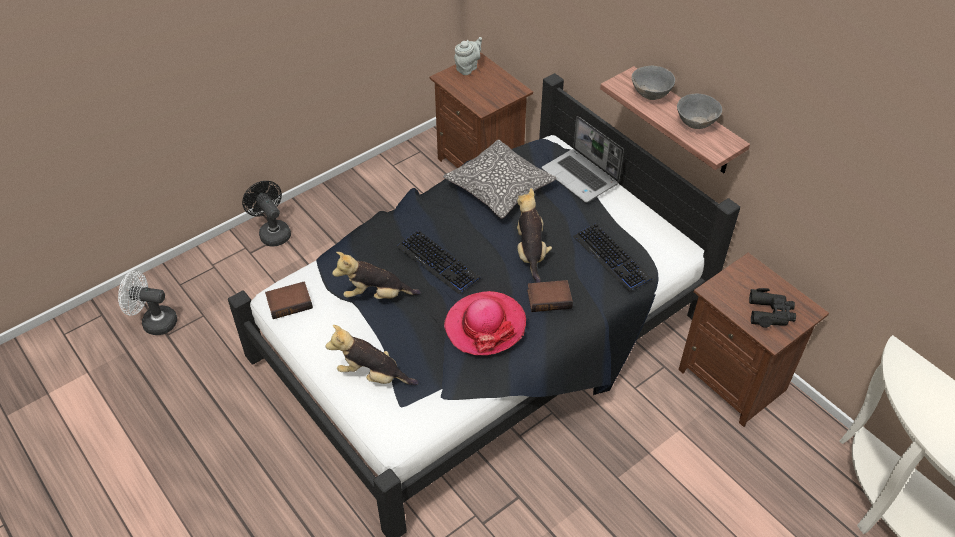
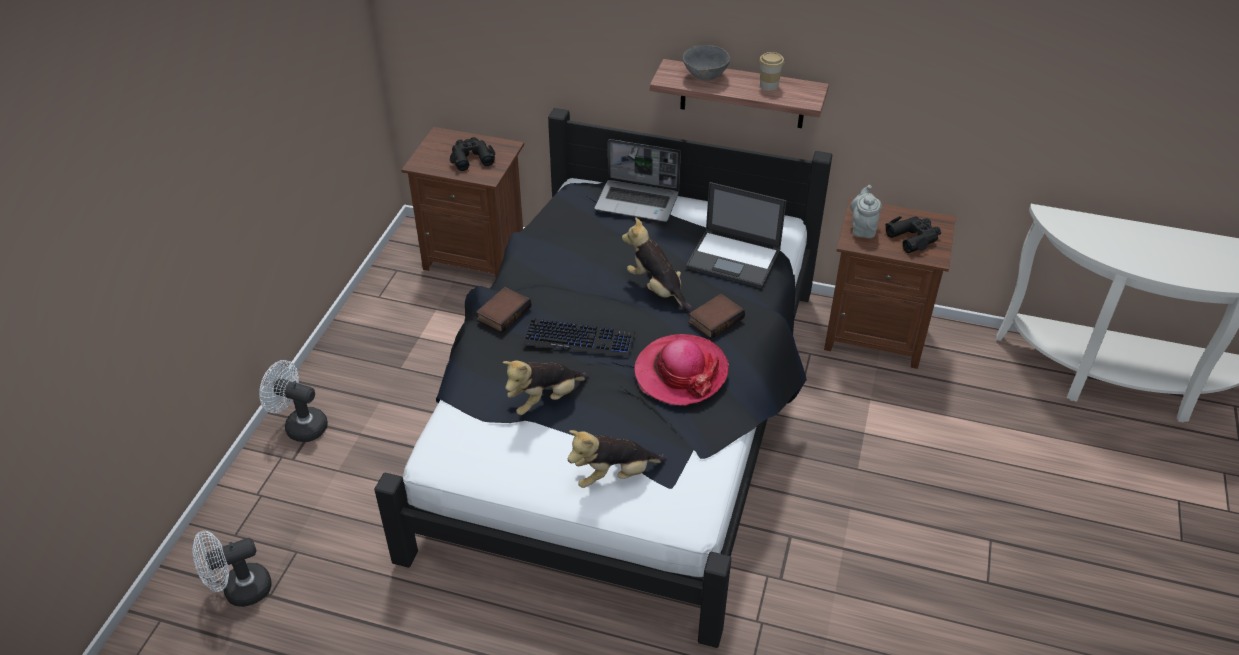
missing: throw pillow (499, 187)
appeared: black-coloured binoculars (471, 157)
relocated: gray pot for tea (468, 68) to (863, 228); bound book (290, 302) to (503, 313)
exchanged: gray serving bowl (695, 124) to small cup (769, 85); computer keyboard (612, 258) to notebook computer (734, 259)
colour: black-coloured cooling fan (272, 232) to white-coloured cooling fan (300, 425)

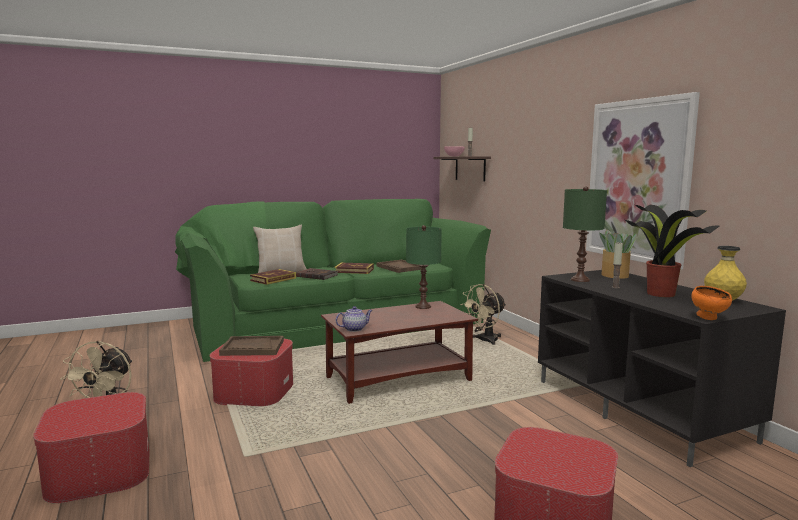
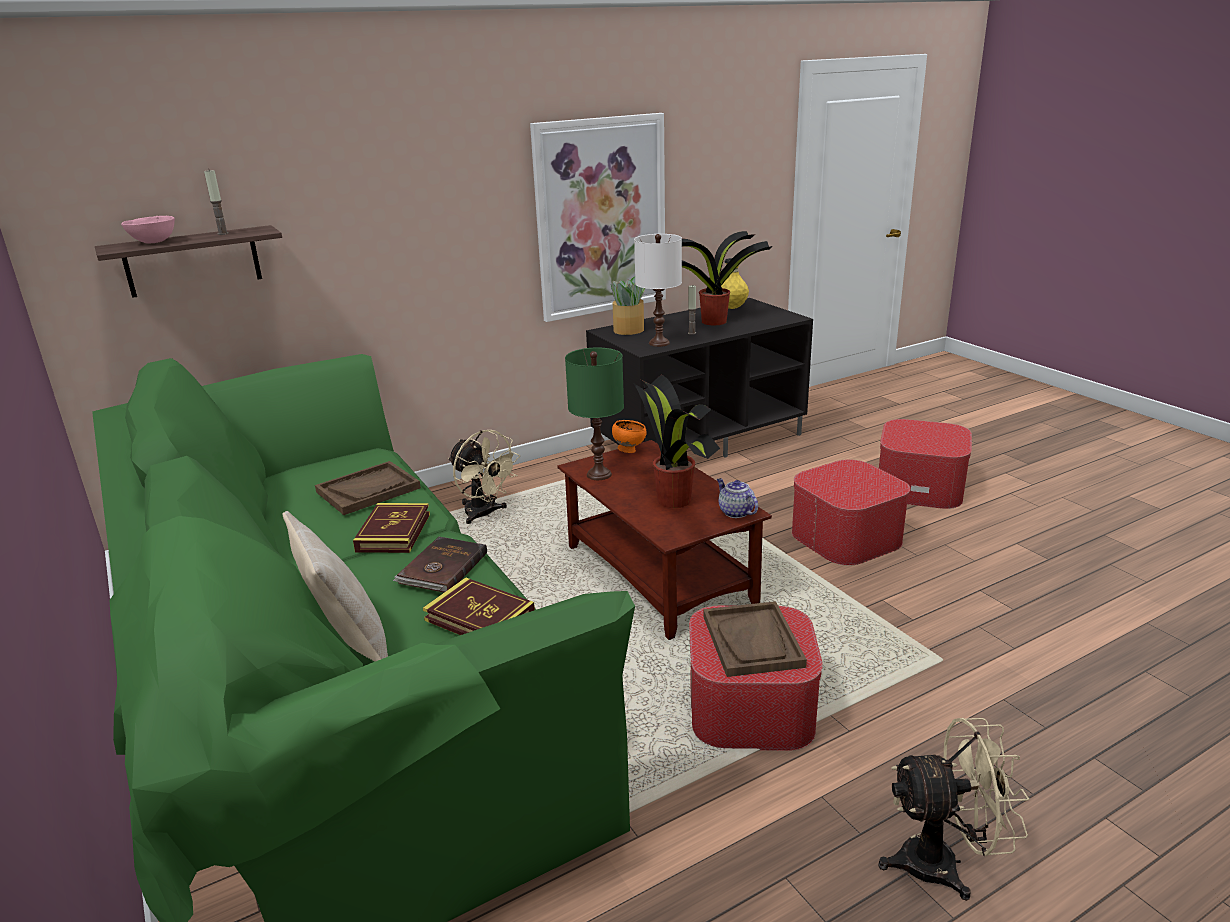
appeared: potted plant (674, 501)
relocated: orange serving bowl (709, 318) to (629, 450); ottoman (99, 471) to (846, 537)
colour: greenish tabletop lamp (580, 280) to white-coloured tabletop lamp (659, 343)

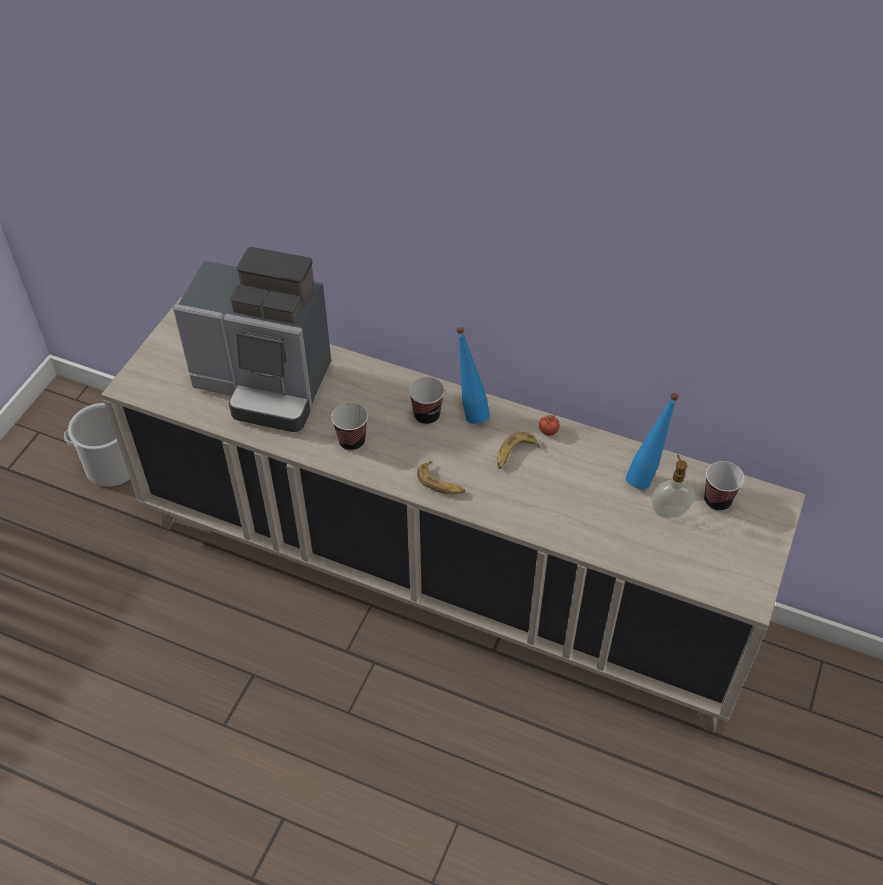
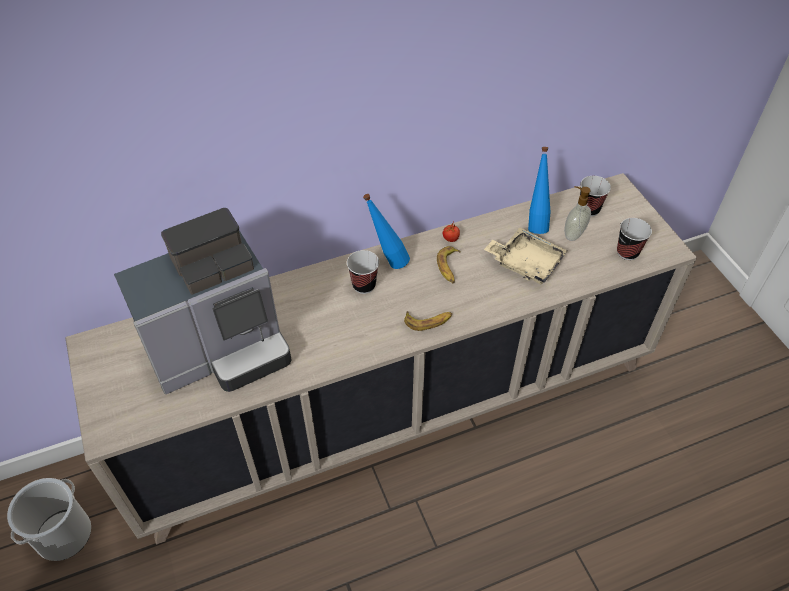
appeared: sand-coloured tray (525, 262)
relocated: small cup (352, 441) to (627, 252)

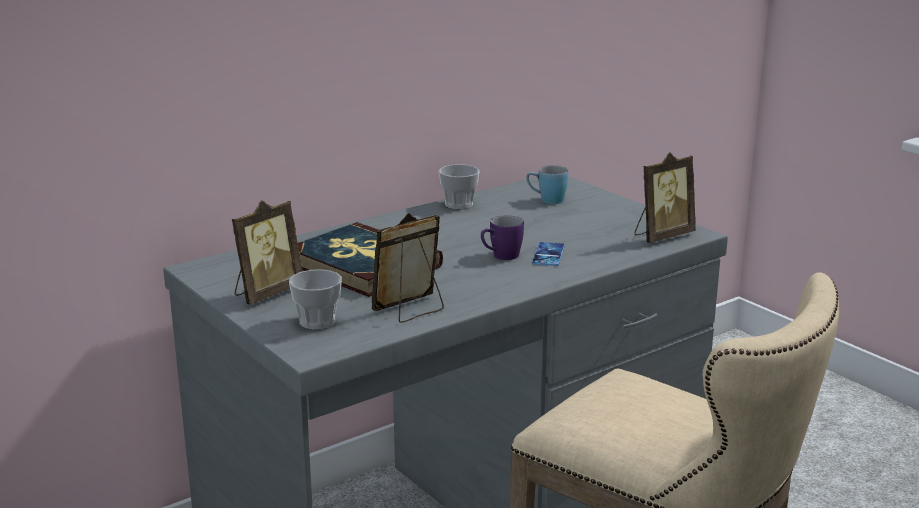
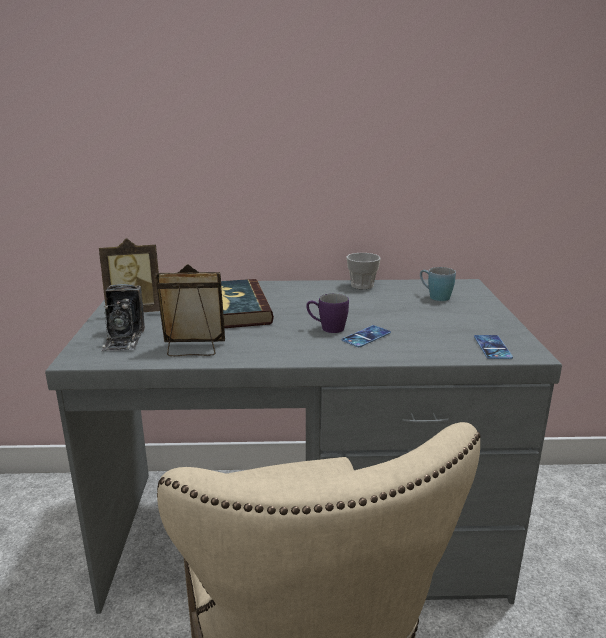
exchanged: standing frame (662, 236) to handset (492, 347); small cup (317, 322) to photo camera (124, 339)

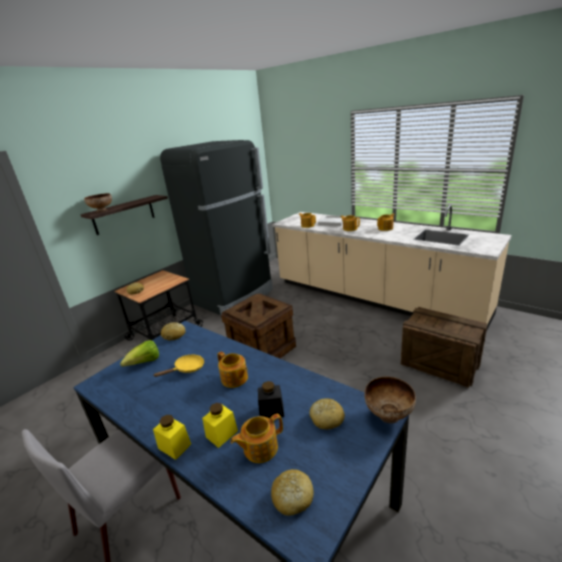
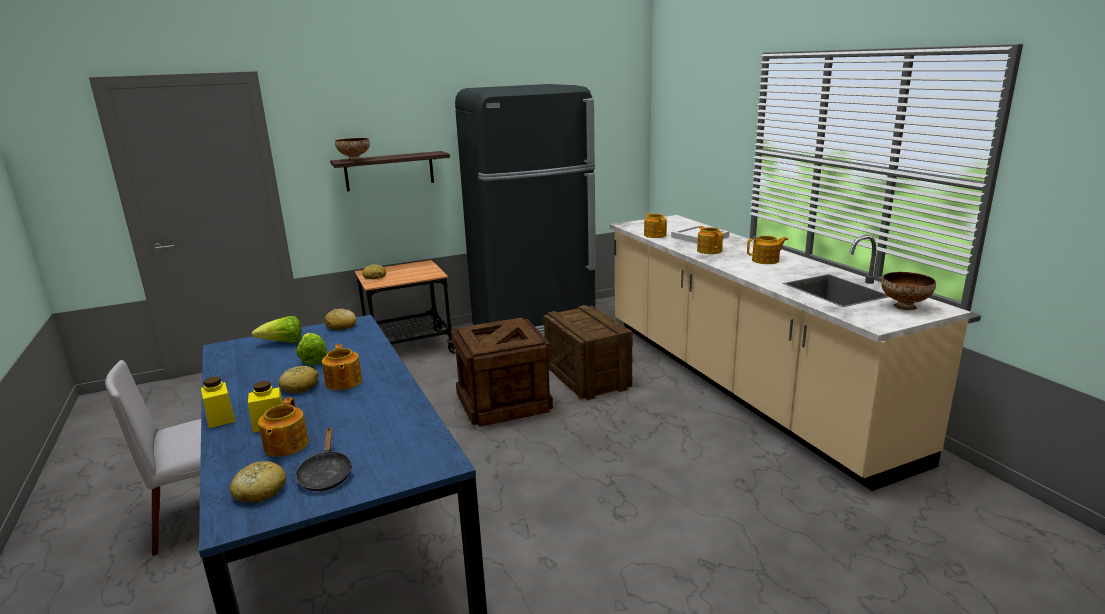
missing: black-coloured jar (271, 411)
appeared: black-coloured pan (326, 475)
relocated: crate (440, 364) to (587, 377); serving bowl (388, 414) to (904, 306); baked bread (326, 418) to (300, 386)
exchanged: yellowish pan (187, 369) to lettuce head (312, 360)
spun: pot for tea (259, 448) = (285, 445) 90 degrees counterclockwise

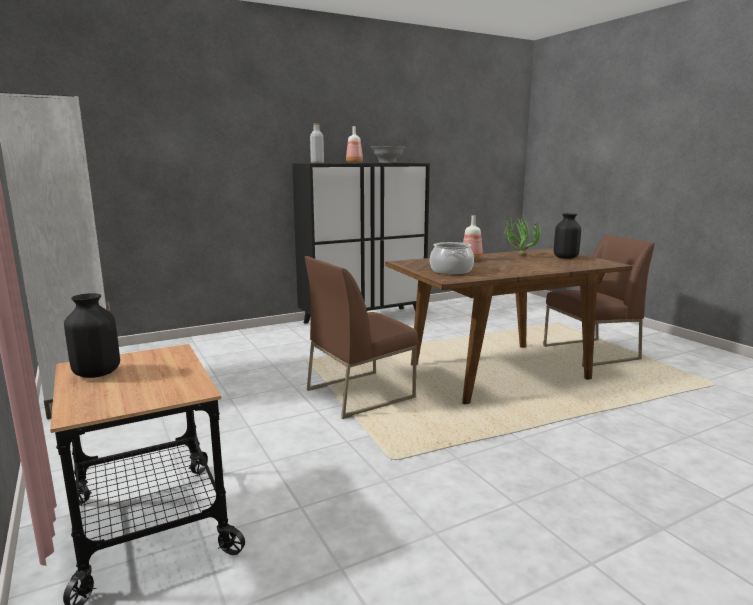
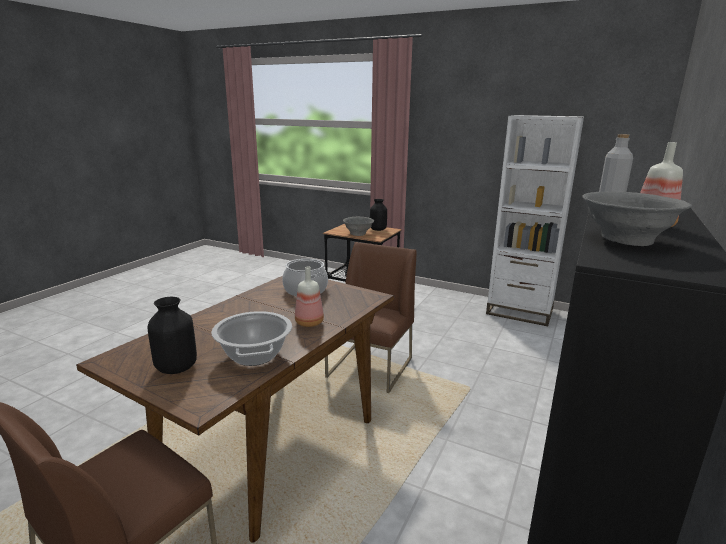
appeared: gray serving bowl (358, 234)
exchanged: potted plant (517, 255) to stockpot (254, 355)

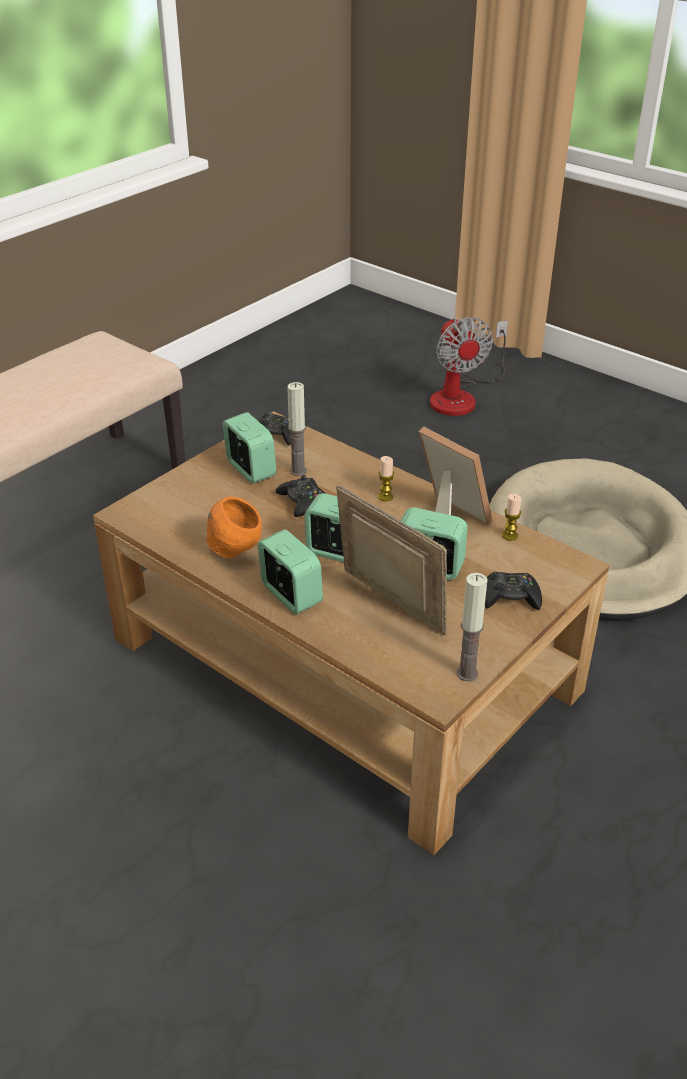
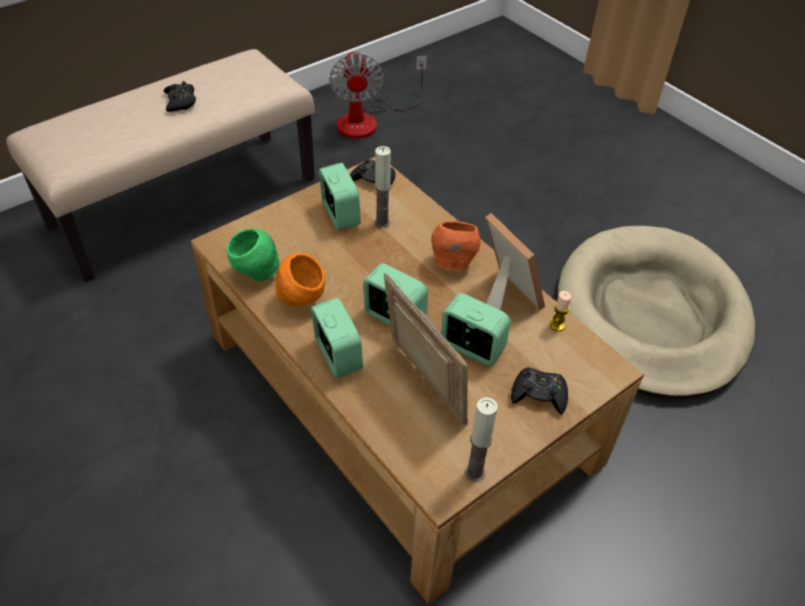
appeared: greenish serving bowl (256, 274)
relocated: cooling fan (461, 396) to (368, 120); black-coloured gamepad (303, 502) to (180, 102)
exchanged: wax candle (385, 497) to orange serving bowl (453, 263)

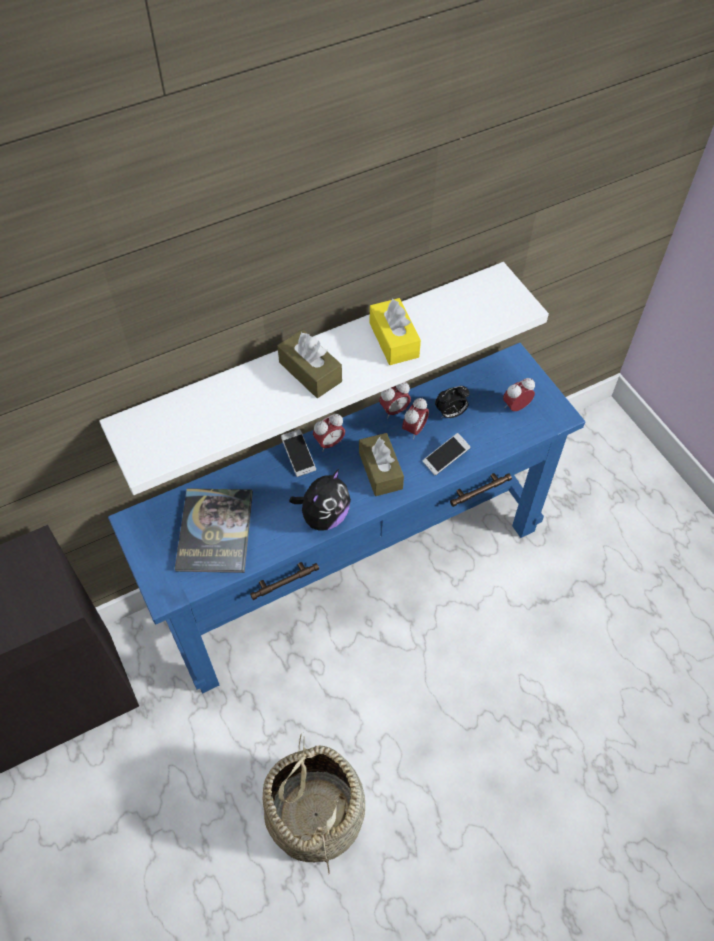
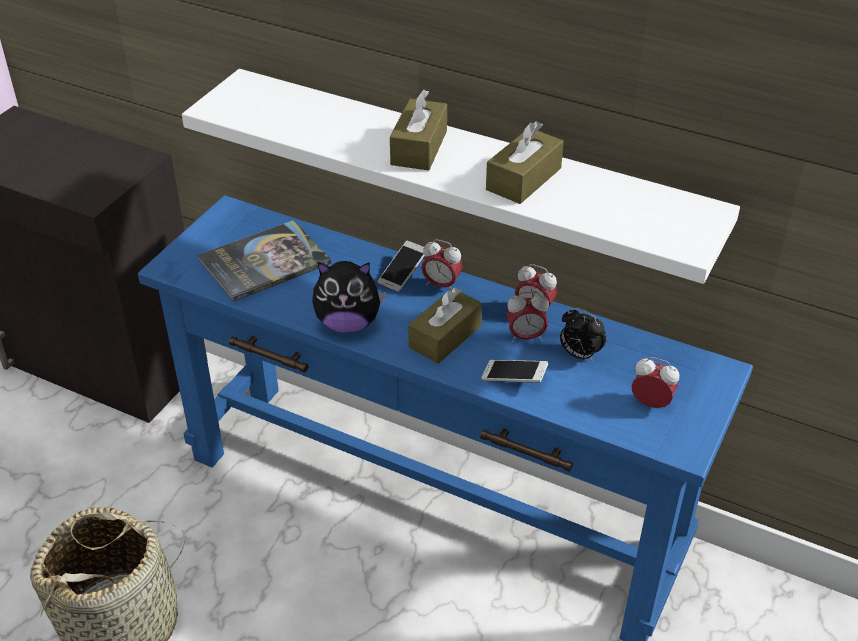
colour: yellowish tissue box (394, 340) to brownish tissue box (523, 179)

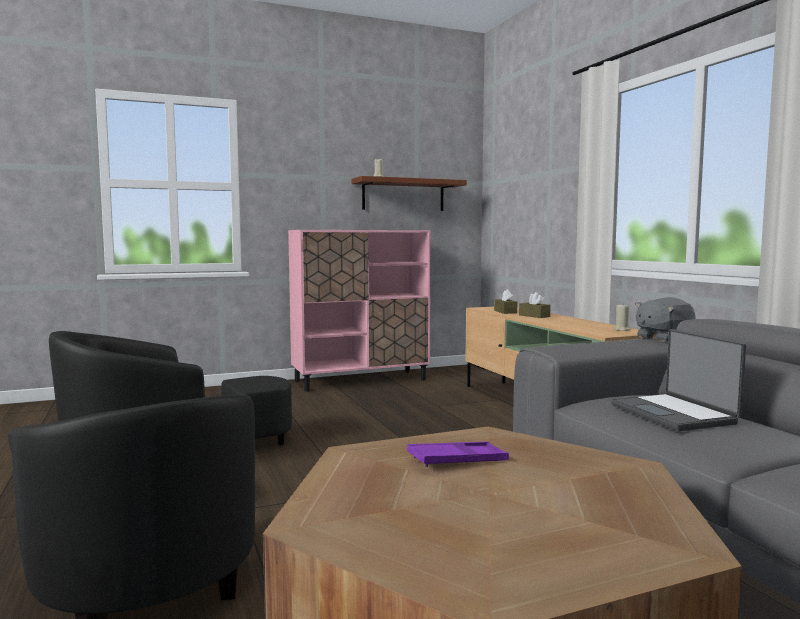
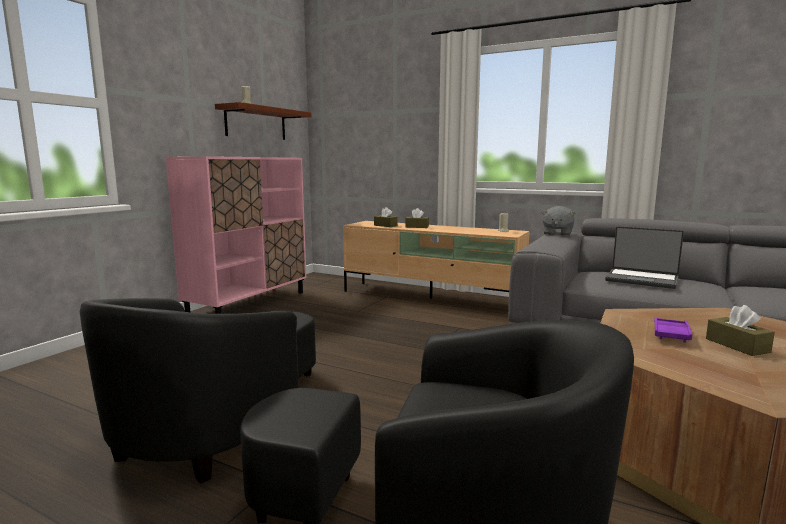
appeared: brownish tissue box (737, 345)

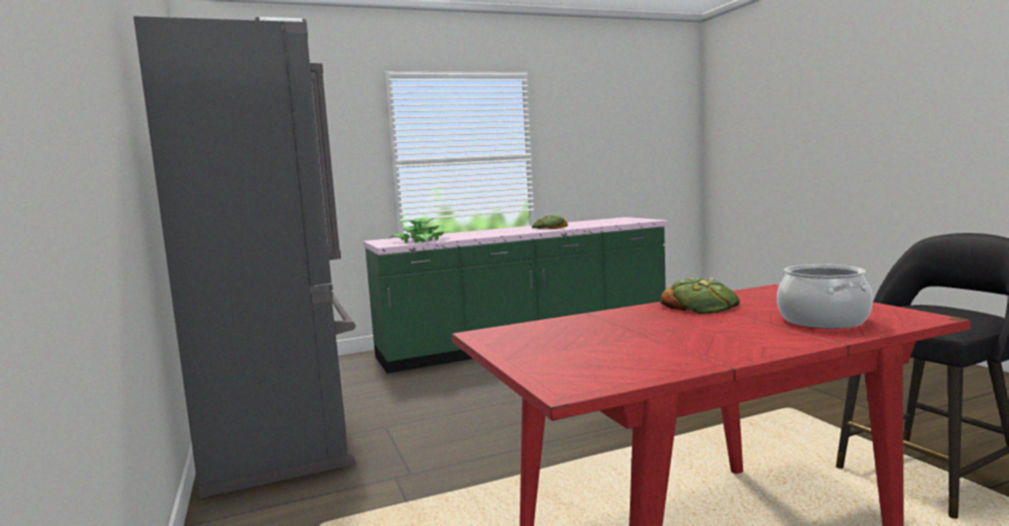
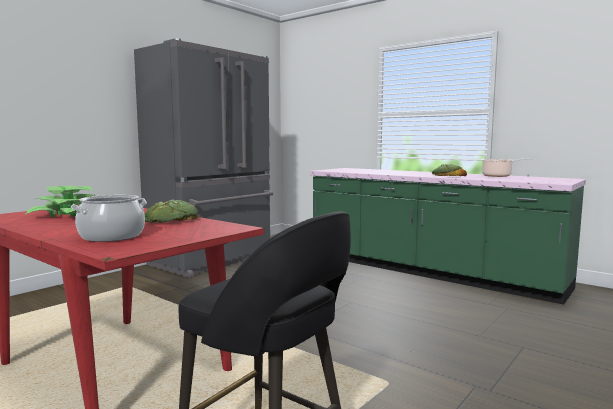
appeared: stockpot (498, 176)
relocated: potted plant (421, 241) to (68, 215)

